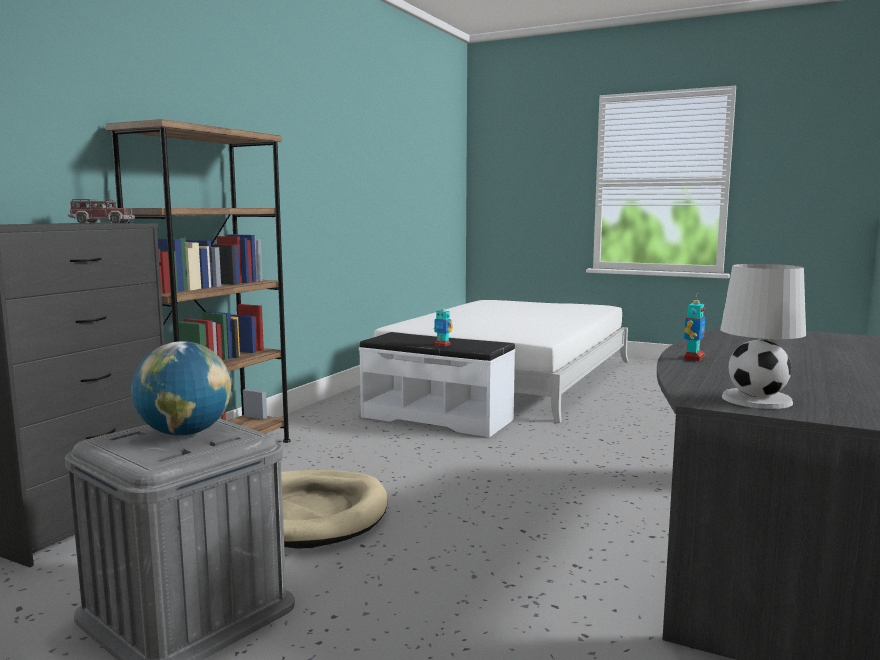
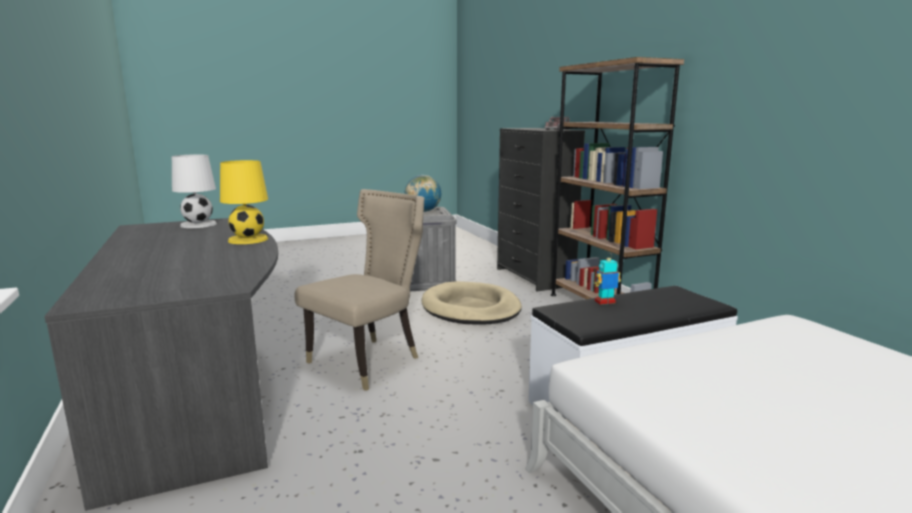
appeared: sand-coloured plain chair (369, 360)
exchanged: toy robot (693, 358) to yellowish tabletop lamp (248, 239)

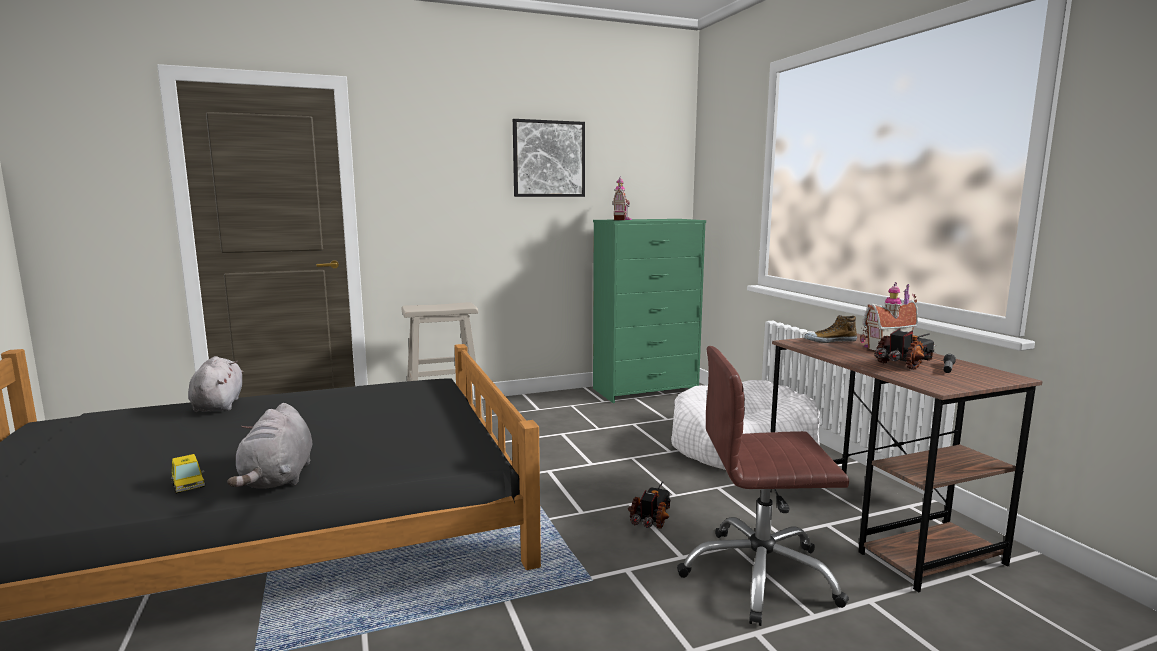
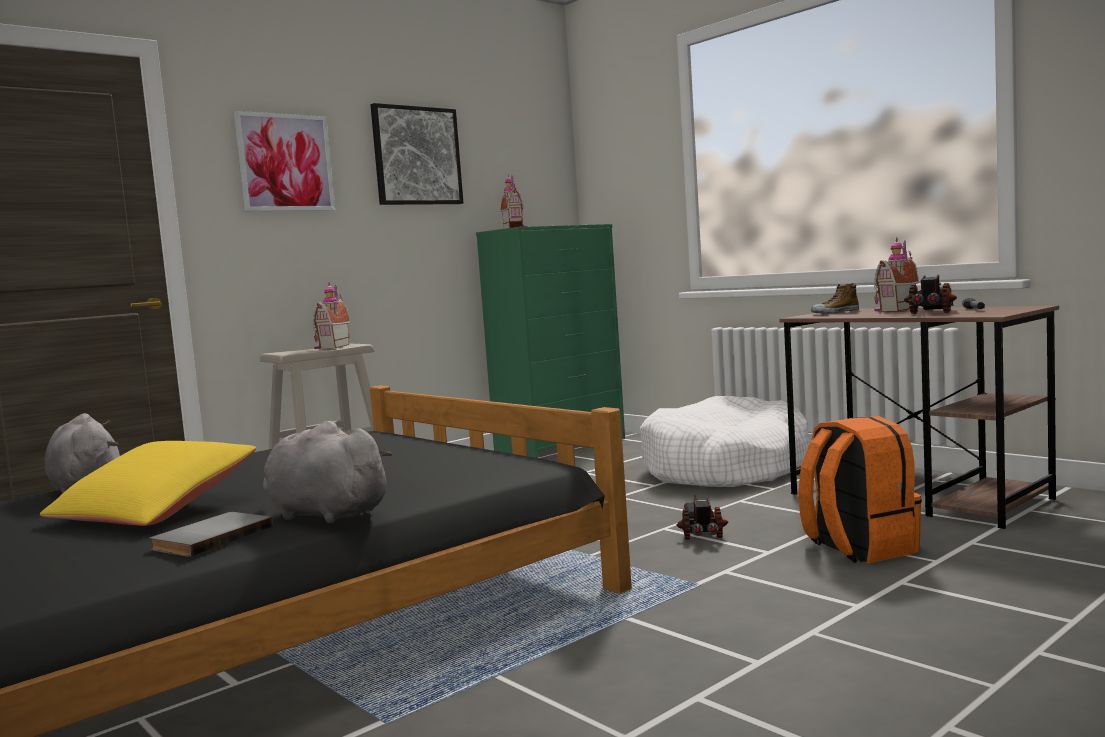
appeared: picture (285, 163); miniature house (330, 347); yellowish throw pillow (155, 510)
exchanged: brownish office chair (759, 576) to orange backpack (858, 548); toy car (188, 486) to gray bound book (210, 538)
spun: gray cuddly toy (278, 478) = (324, 514) 150 degrees clockwise

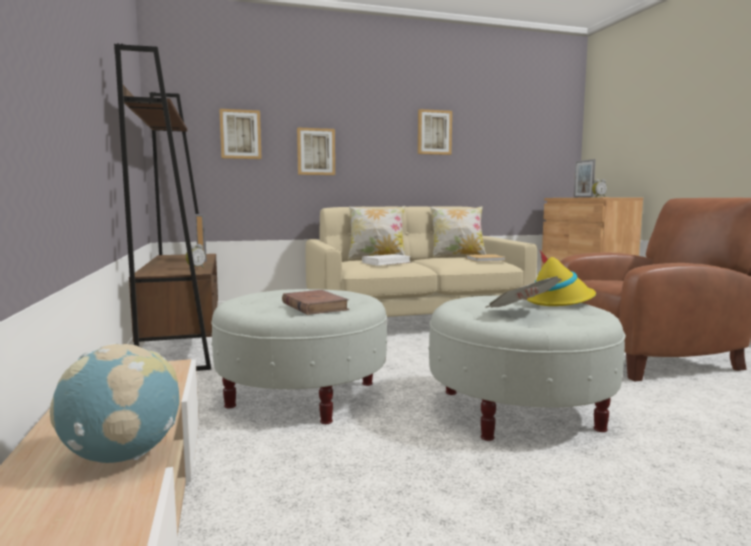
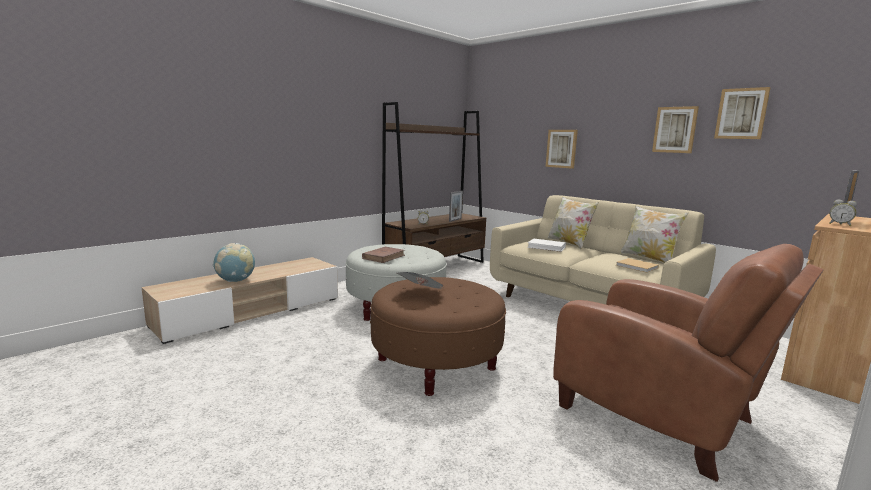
missing: yellowish wearable hat (559, 301)
relocated: picture (240, 134) to (741, 113)
colour: white-coloured ottoman (519, 409) to brownish ottoman (436, 364)

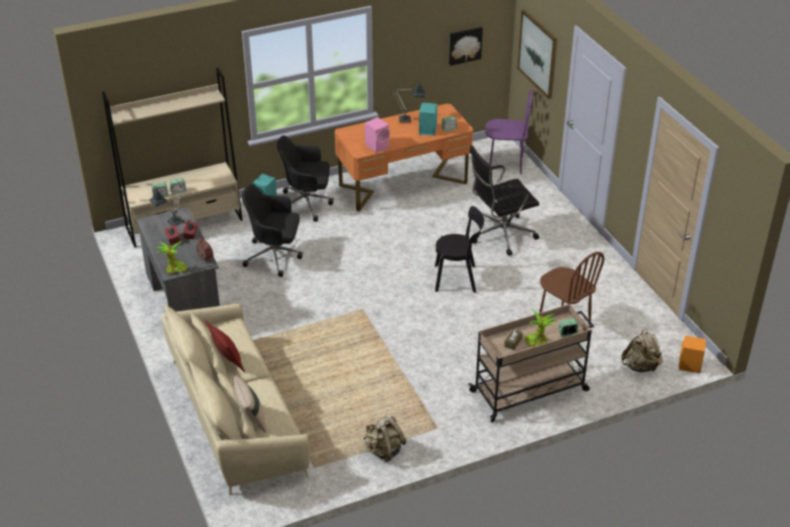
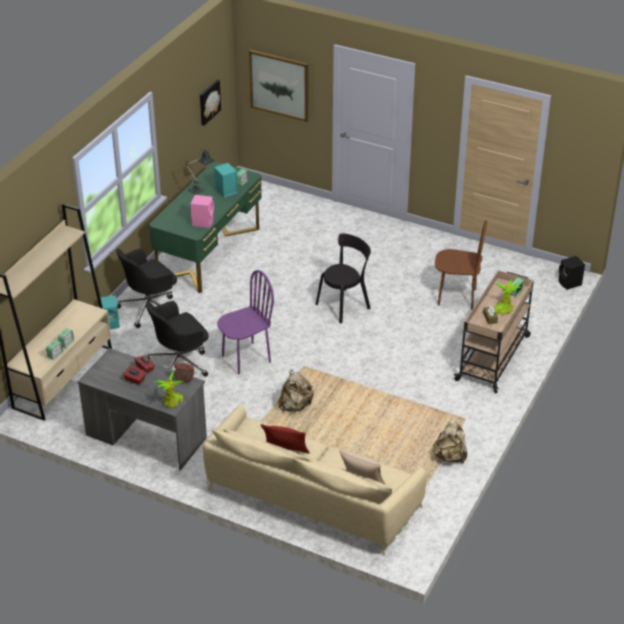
missing: black-coloured office chair (500, 235); tabletop lamp (172, 223)
relocated: purple plain chair (506, 164) to (246, 358); sand-coloured backpack (641, 366) to (295, 405)
colour: orange desk table (403, 184) to greenish desk table (209, 253); orange audio speaker (689, 366) to black-coloured audio speaker (570, 283)

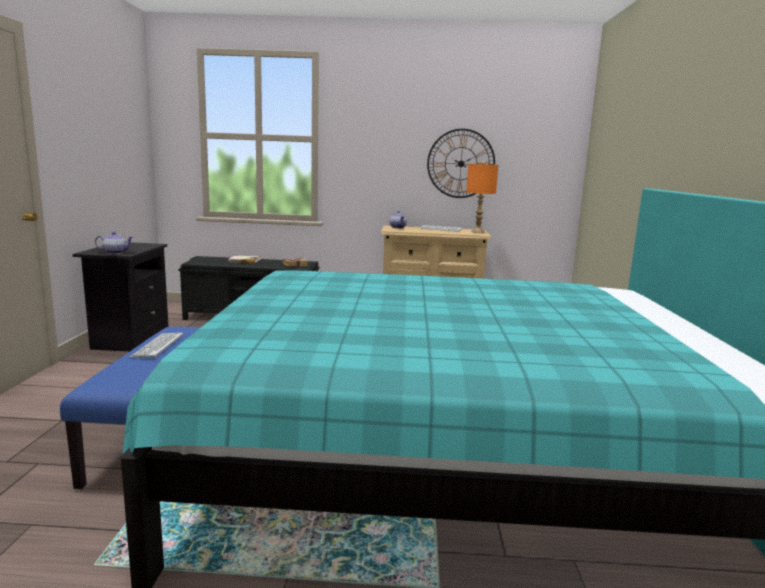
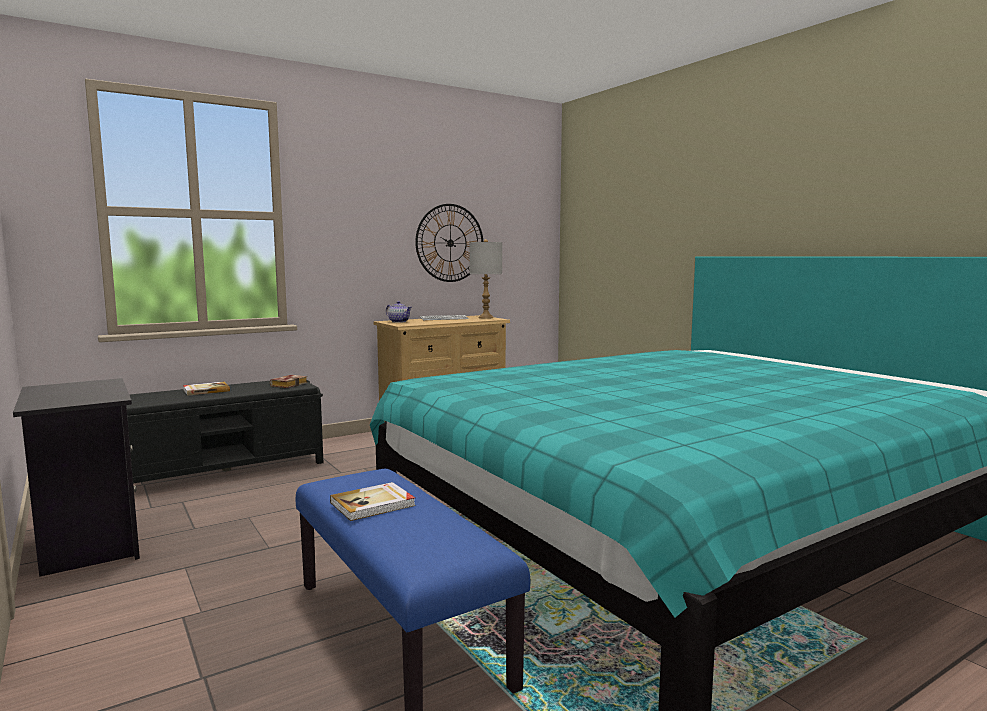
missing: pot for tea (115, 252)
exchanged: computer keyboard (158, 346) to bound book (373, 504)
colour: orange tabletop lamp (477, 232) to gray tabletop lamp (485, 317)

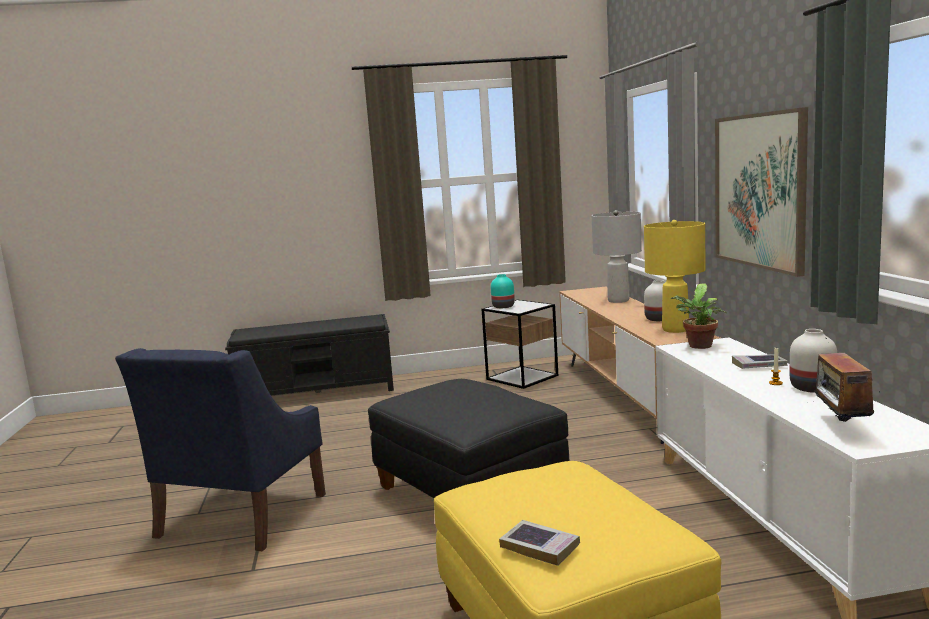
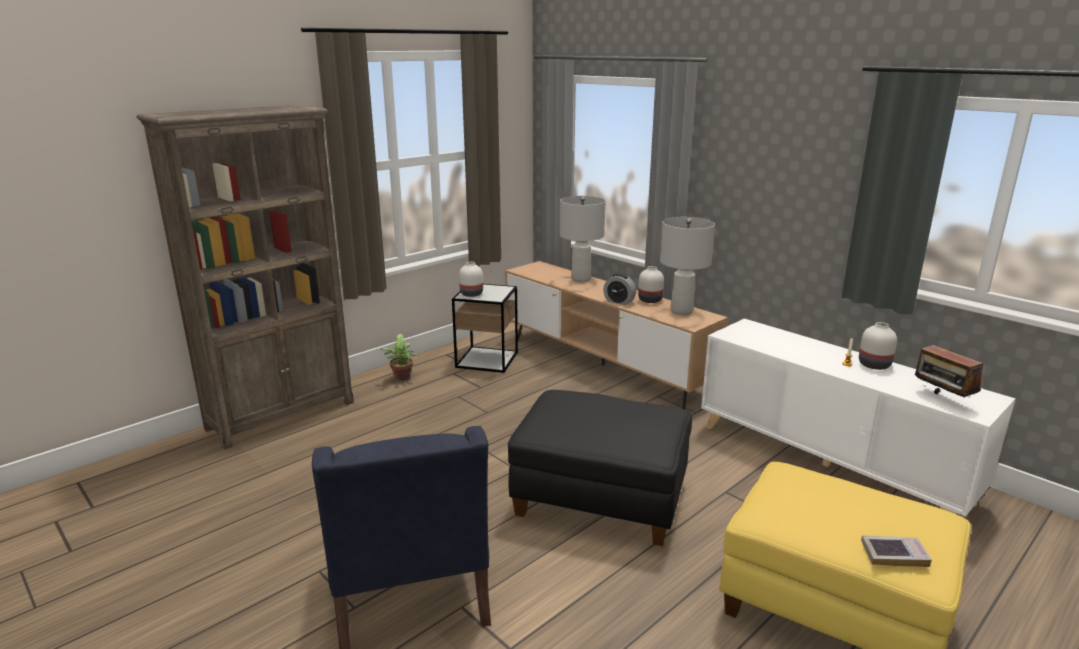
missing: picture (759, 190); bound book (759, 365)
appeared: bedside clock (619, 302)
relocated: potted plant (699, 346) to (402, 378)
exchanged: black-coloured indoor bench (318, 391) to brownish shelving unit (282, 415)
colour: yellowish tabletop lamp (676, 329) to gray tabletop lamp (682, 311); blue-green vase (502, 306) to white-coloured vase (471, 294)

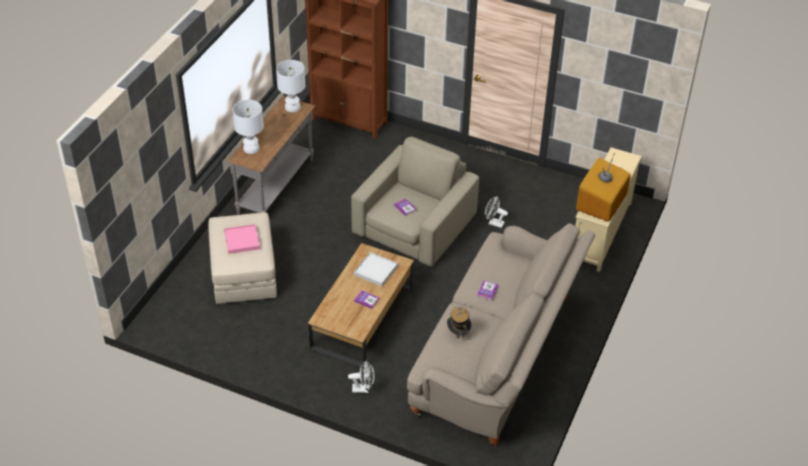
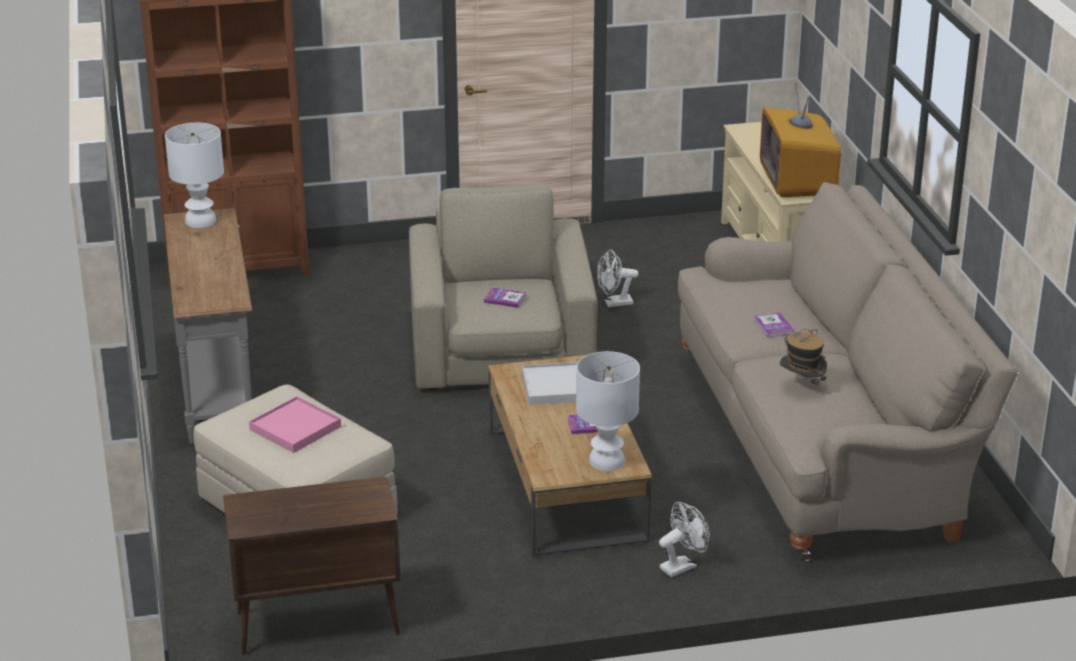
appeared: brownish cabinet (316, 624)
relocated: white-coloured tabletop lamp (251, 148) to (606, 461)

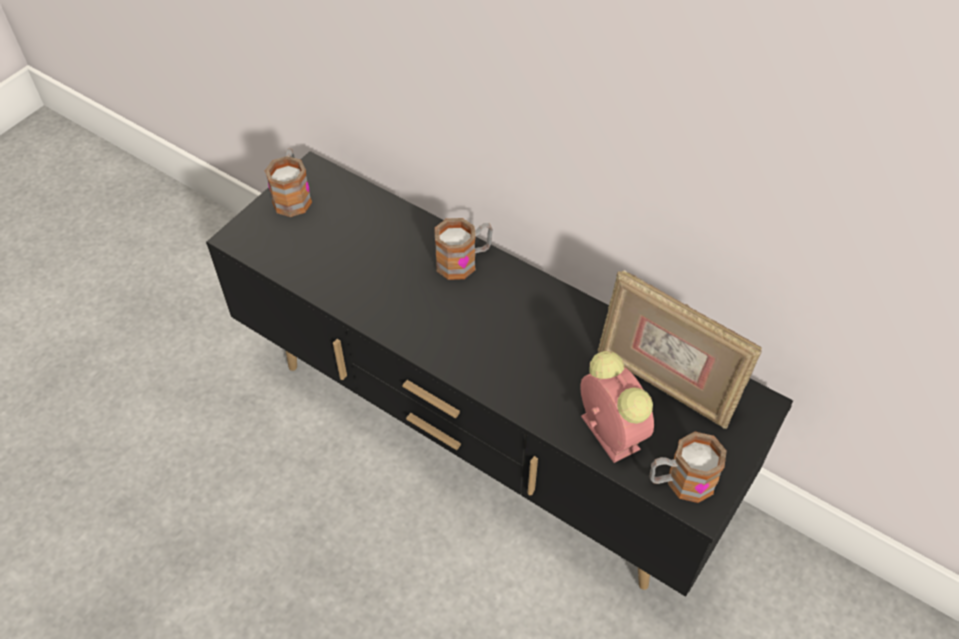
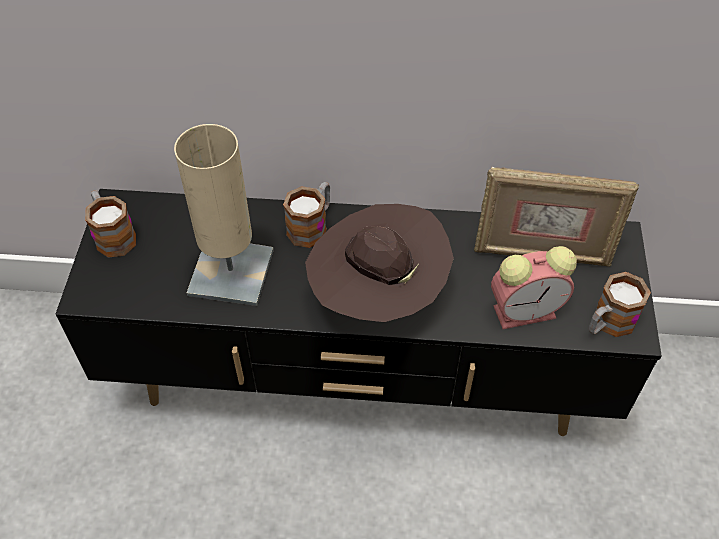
appeared: sand-coloured tabletop lamp (231, 272); brownish wearable hat (377, 295)
spun: bedside clock (608, 430) = (526, 311) 135 degrees clockwise

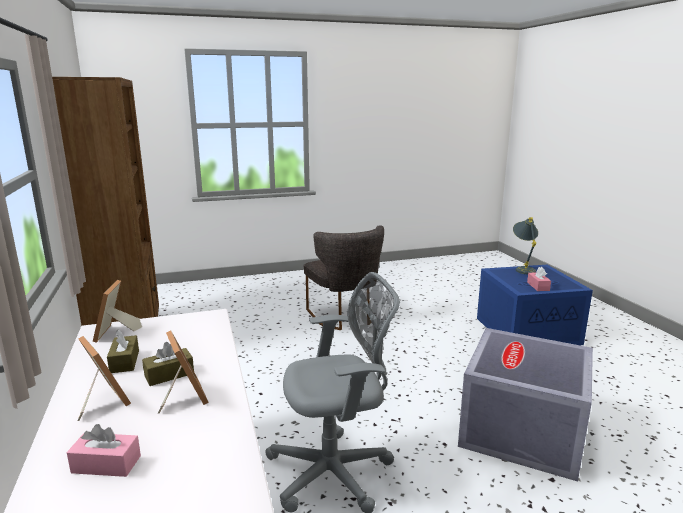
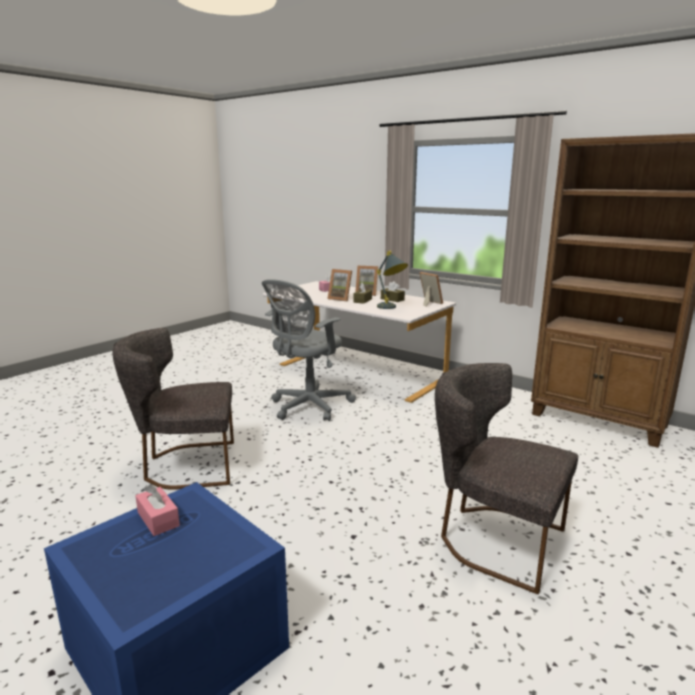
relocated: gray tabletop lamp (523, 269) to (390, 308)
exchanged: gray storage box (523, 431) to gray plain chair (185, 466)

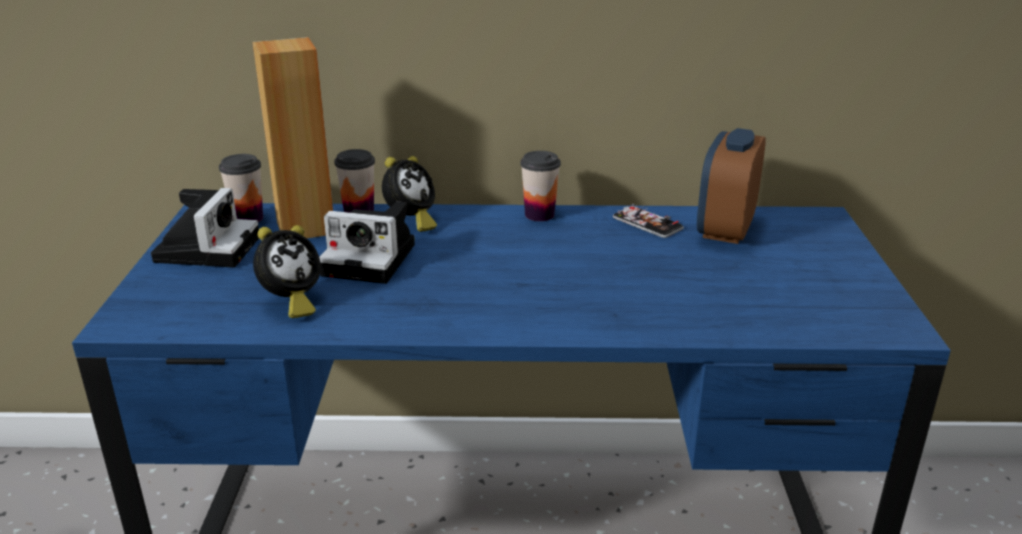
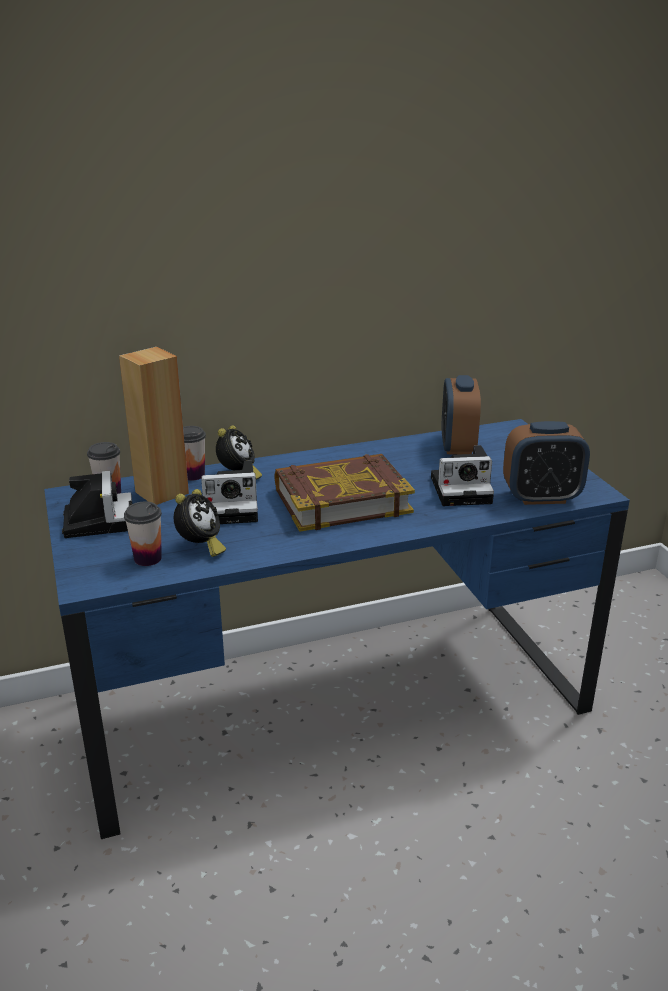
missing: handset (647, 223)
appeared: bedside clock (541, 497); photo camera (463, 489); bound book (341, 500)
relocated: small cup (539, 215) to (148, 558)

